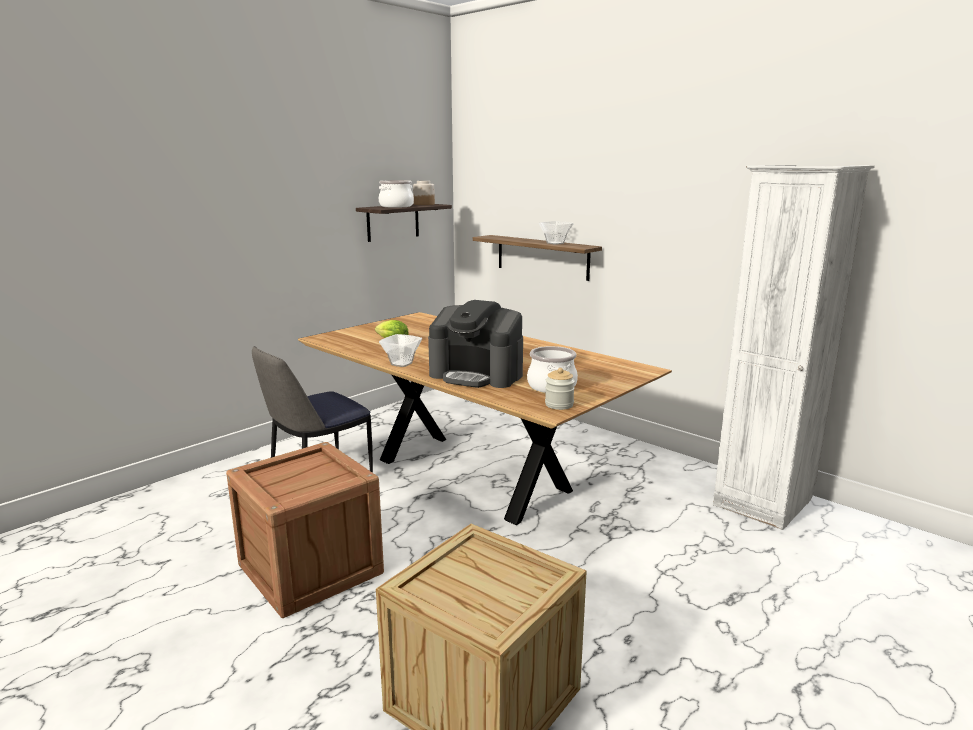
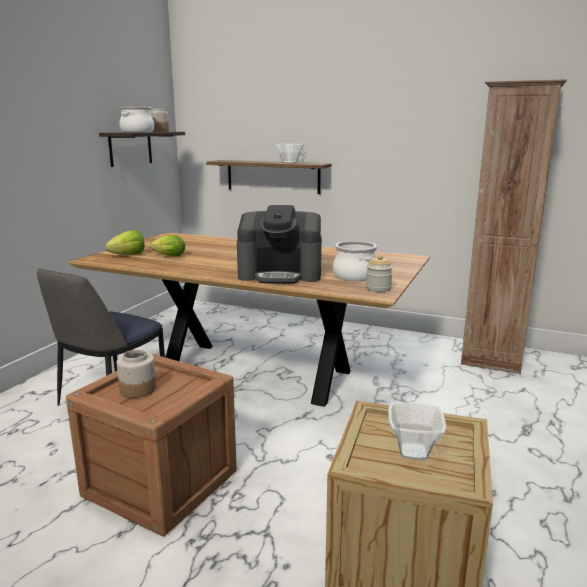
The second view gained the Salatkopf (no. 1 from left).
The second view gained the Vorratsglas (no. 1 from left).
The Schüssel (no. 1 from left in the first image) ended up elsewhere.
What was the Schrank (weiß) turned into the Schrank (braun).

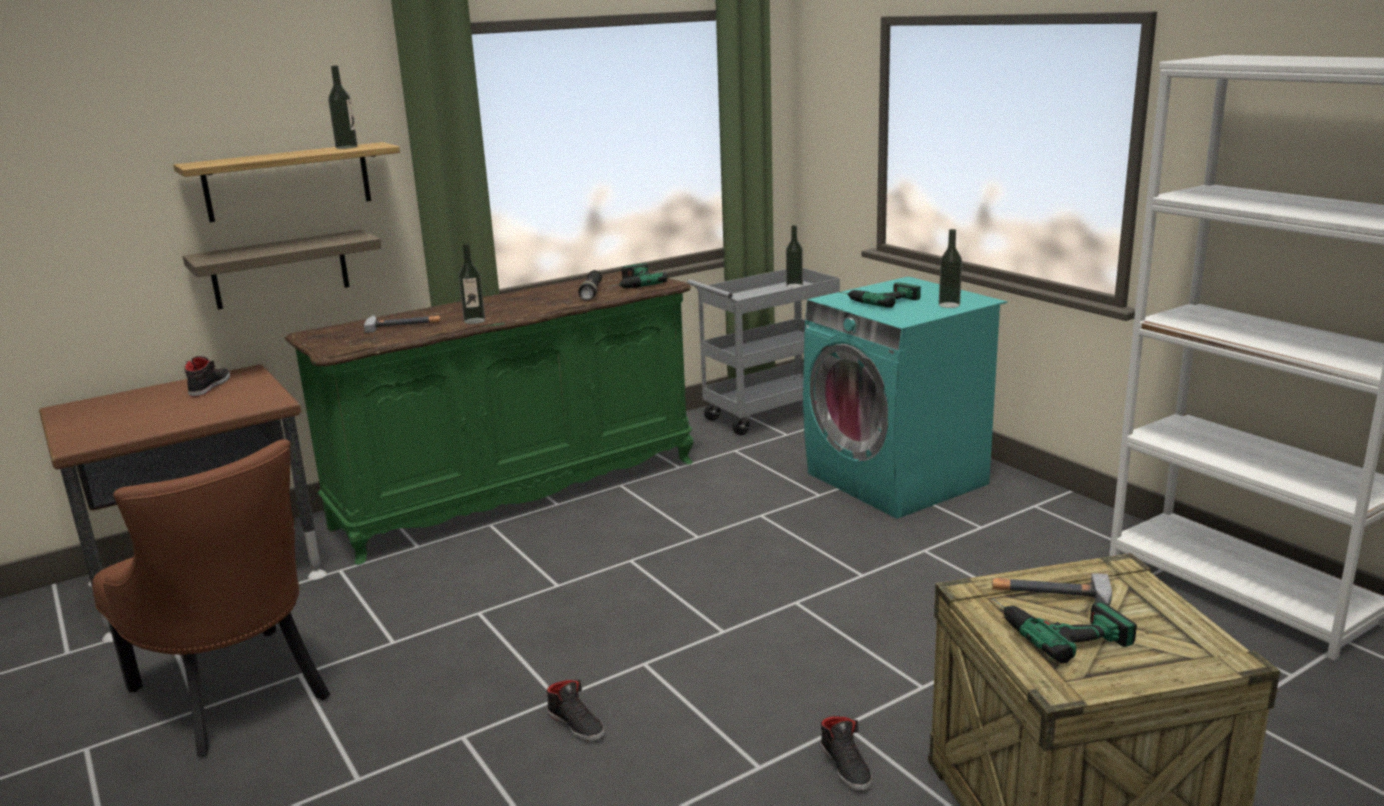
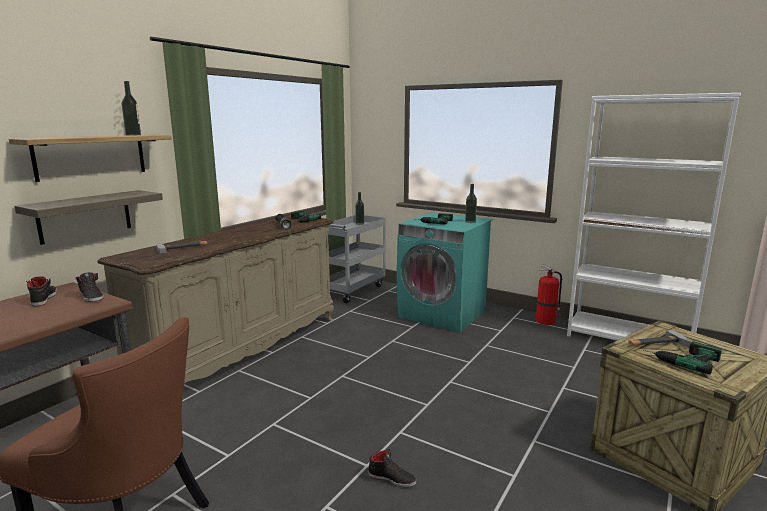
The Schuh (schwarz) (no. 3 from left in the first image) ended up elsewhere.
What was the Schrank (grün) turned into the Schrank (beige).
The second view gained the Feuerlöscher.
The second view lost the Flasche (no. 2 from left).

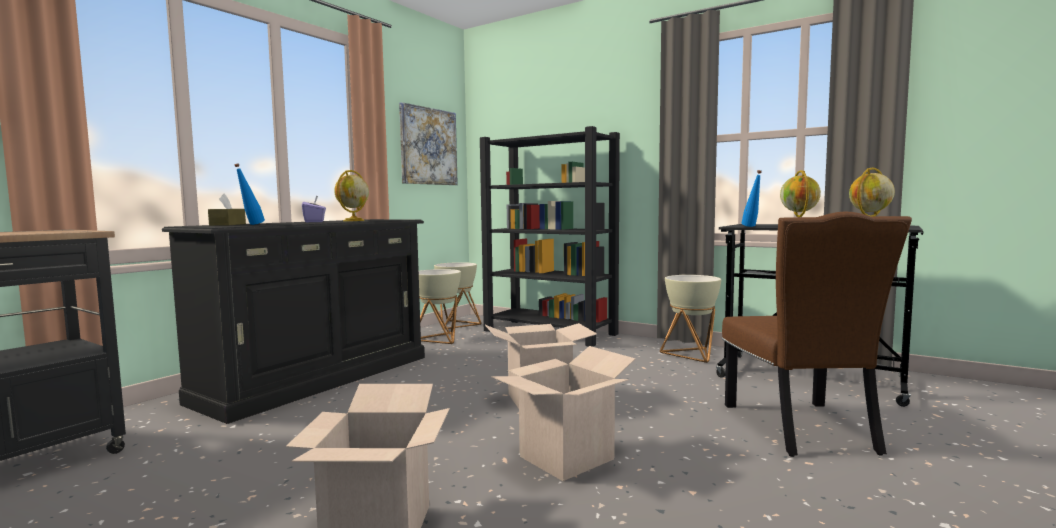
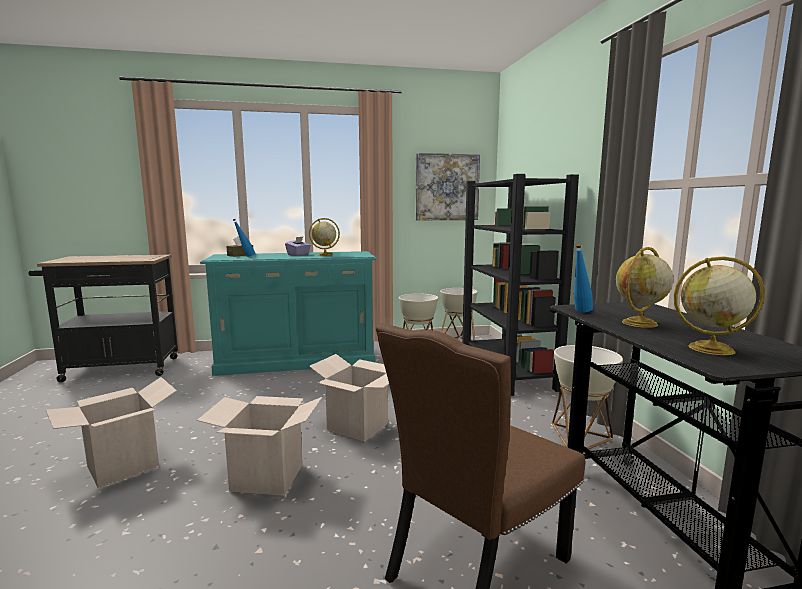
What was the Schrank (schwarz) turned into the Schrank (türkis).

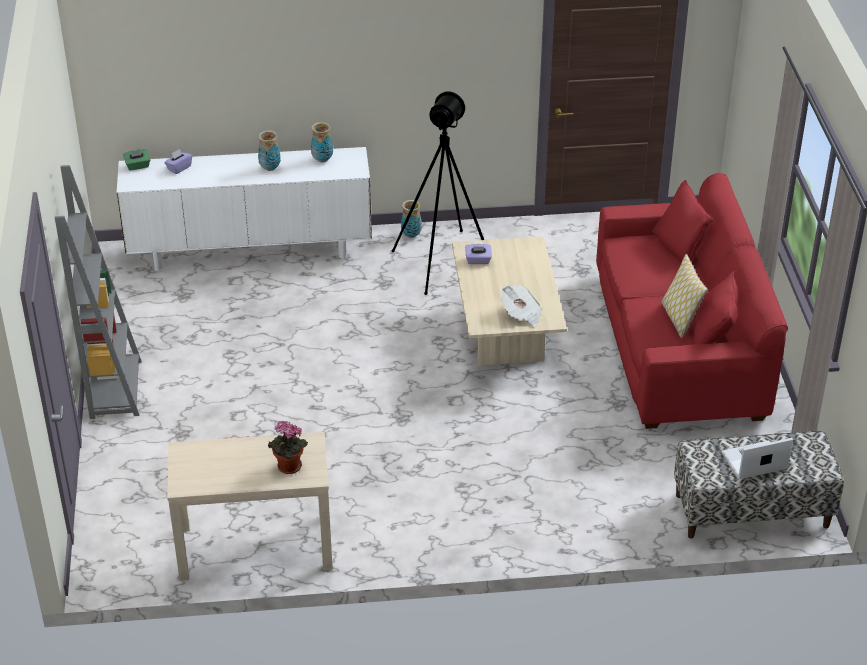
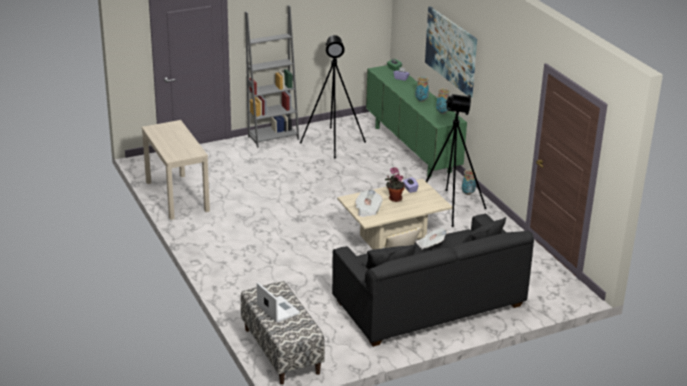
The second view gained the Stehlampe (schwarz) (no. 1 from left).
What was the Sofa (rot) turned into the Sofa (schwarz).
What was the Schrank (weiß) turned into the Schrank (grün).
The Topfpflanze ended up elsewhere.
The second view gained the Zeitung (no. 2 from left).
The second view gained the Bild.

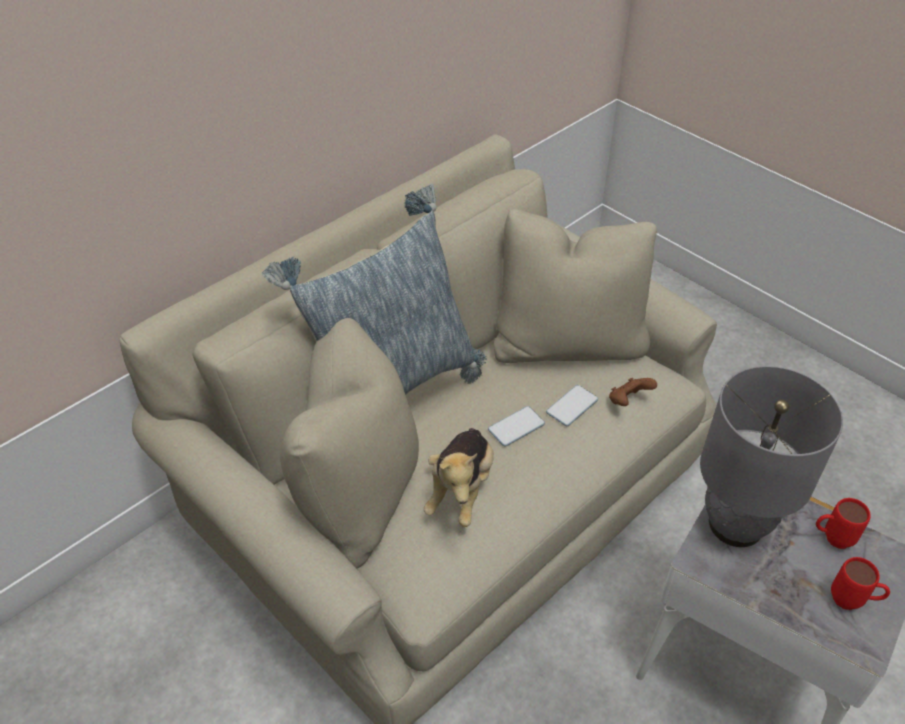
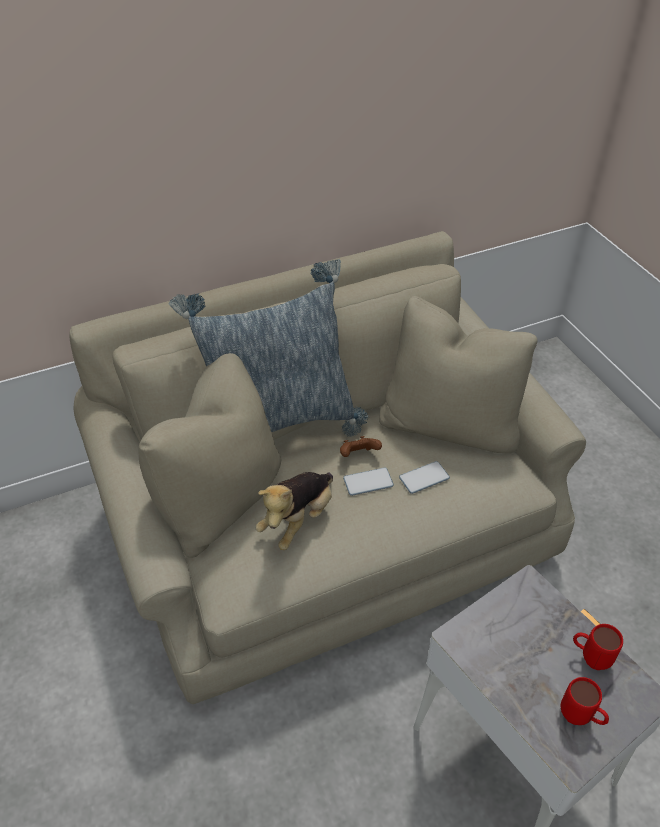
The Gamepad (braun) ended up elsewhere.
The second view lost the Tischlampe (grau).

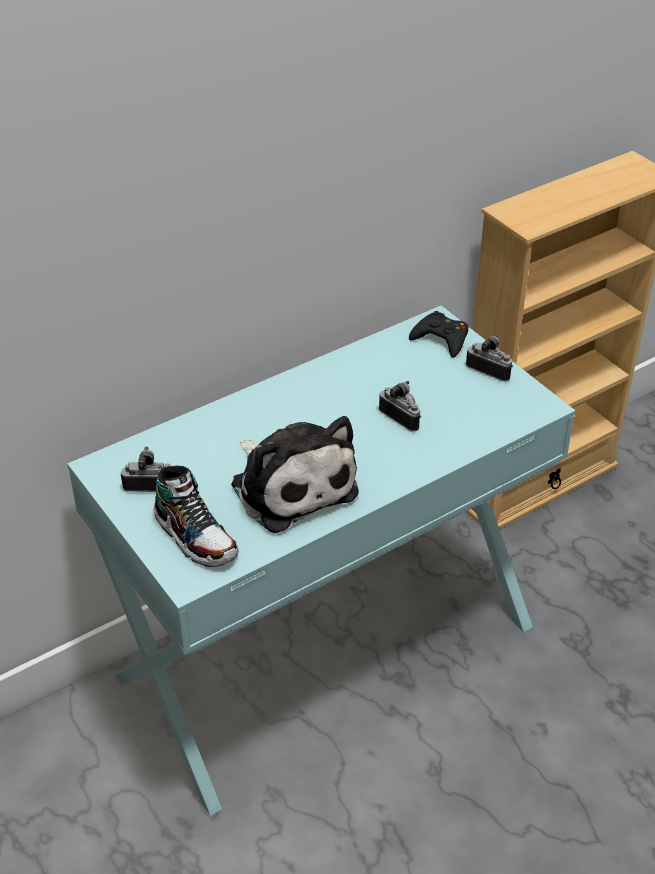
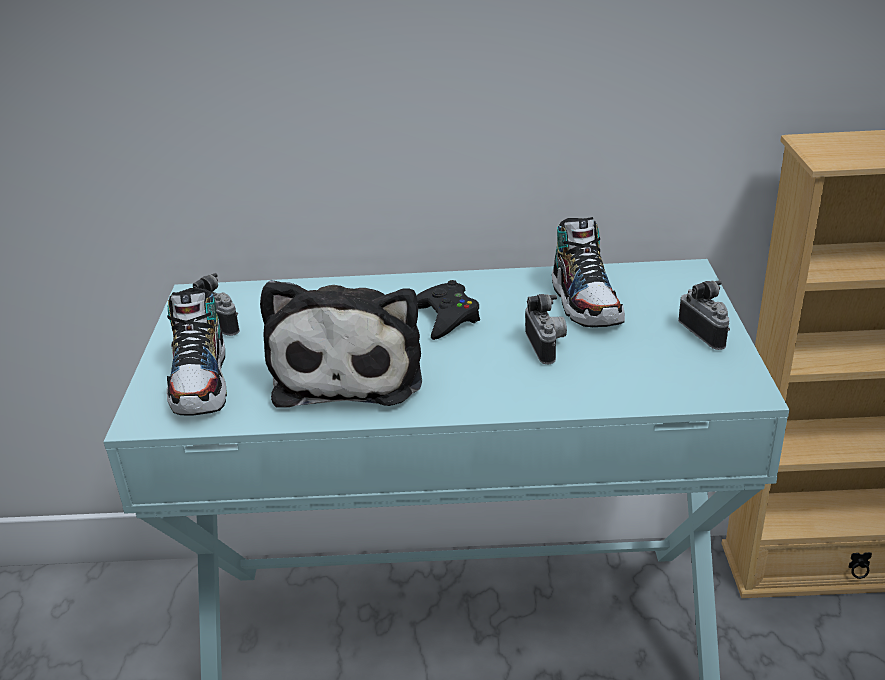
The Gamepad (schwarz) ended up elsewhere.
The second view gained the Schuh (no. 2 from left).

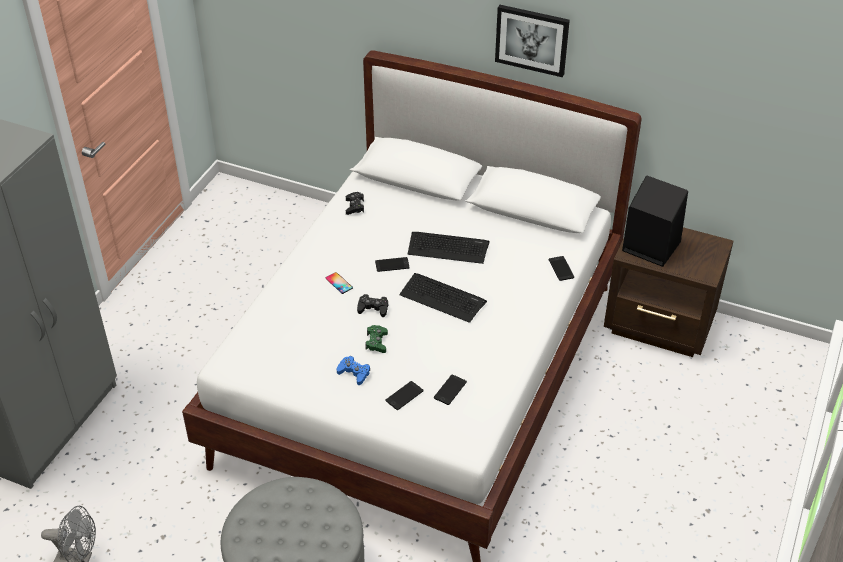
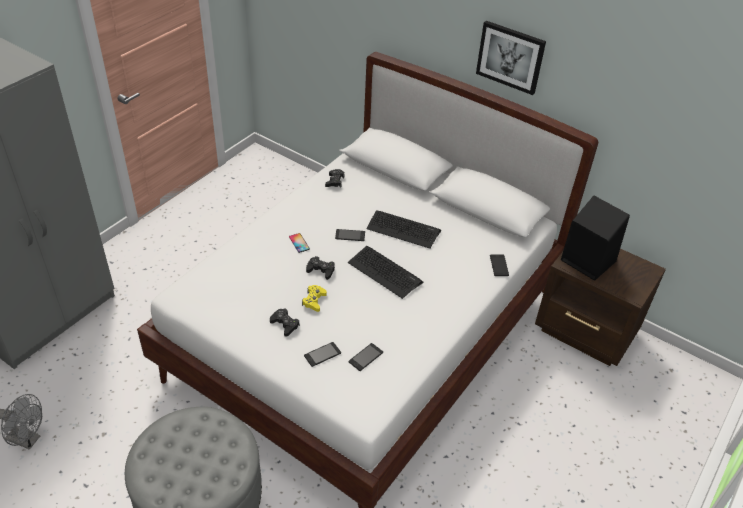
What was the Gamepad (blau) turned into the Gamepad (schwarz) (no. 1 from left).
What was the Gamepad (grün) turned into the Gamepad (gelb).

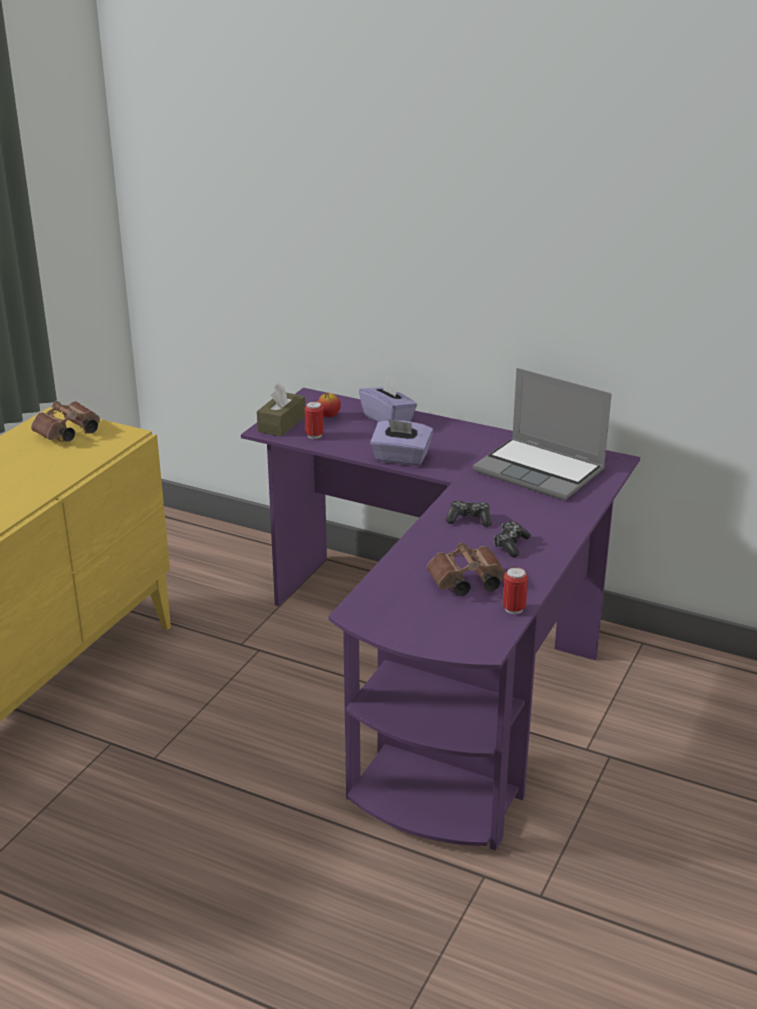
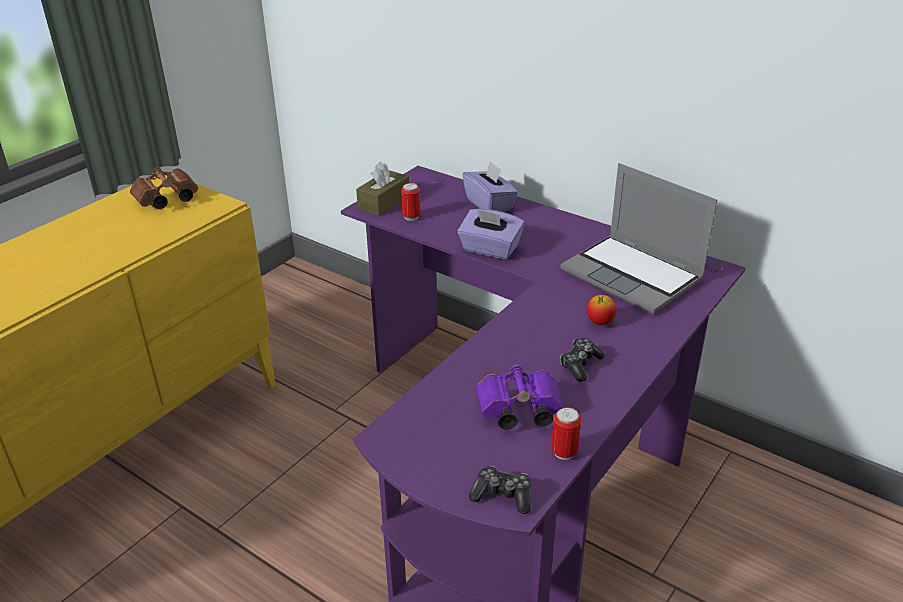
The Gamepad (no. 1 from left) ended up elsewhere.
What was the Fernglas (braun) (no. 2 from left) turned into the Fernglas (lila).
The Apfel ended up elsewhere.

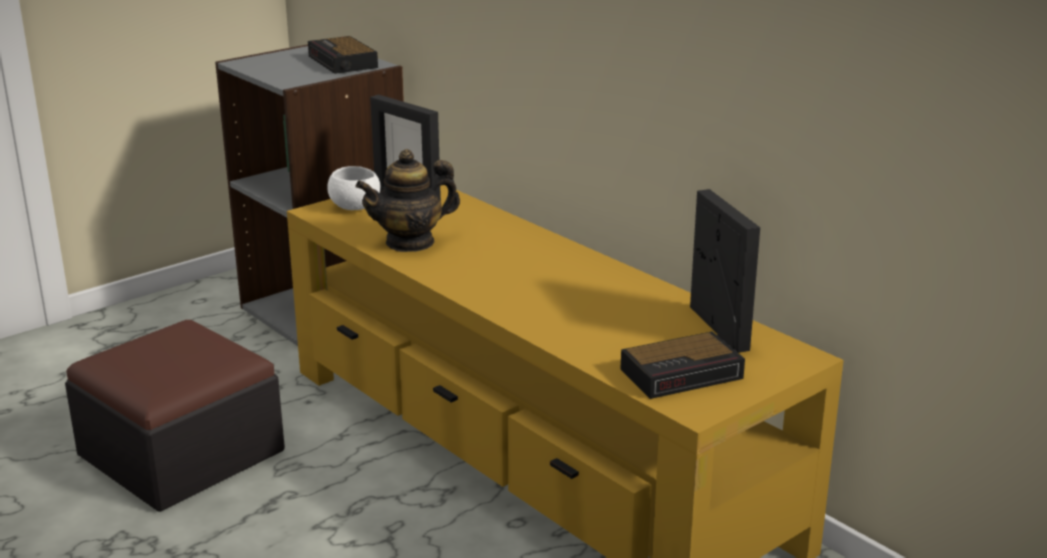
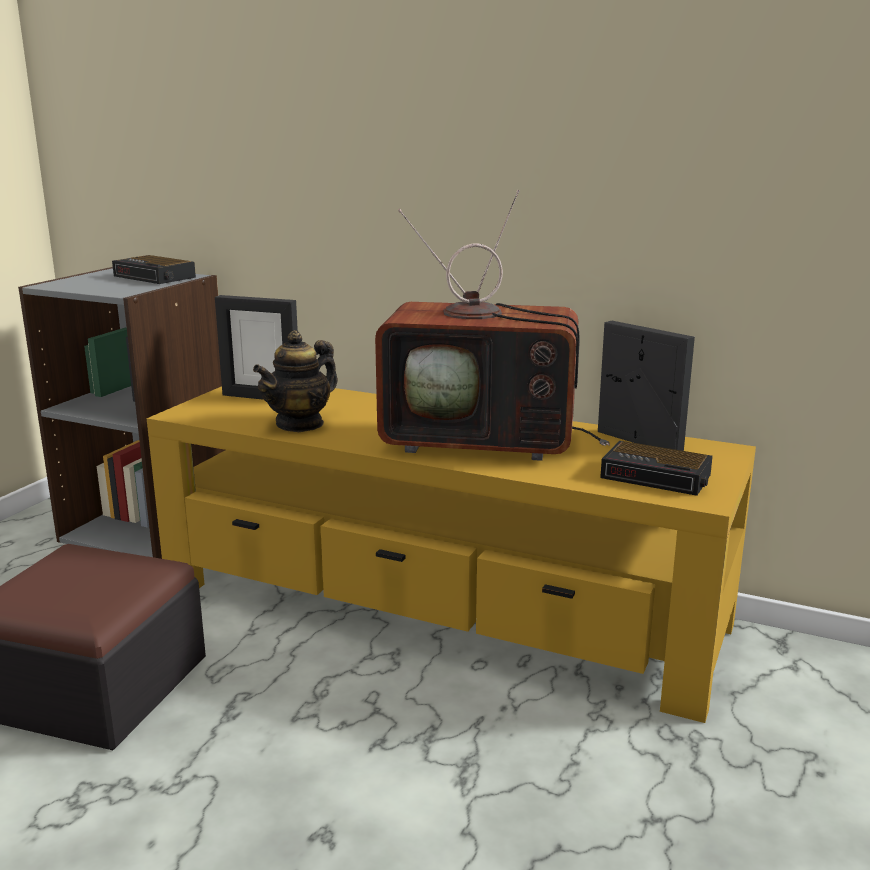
The second view gained the Fernseher.
The Wecker (no. 2 from left) ended up facing another way, 75 degrees clockwise from before.
The second view lost the Schüssel (weiß).

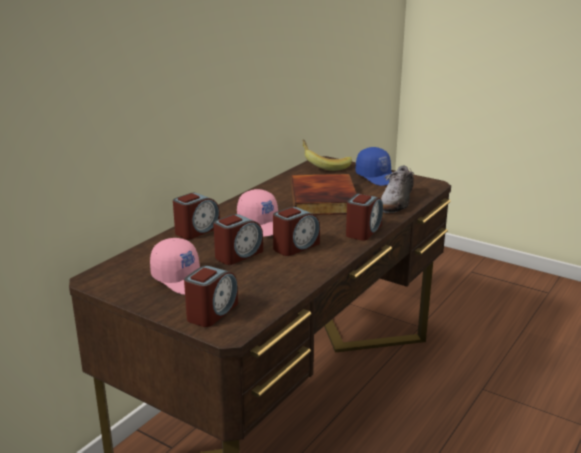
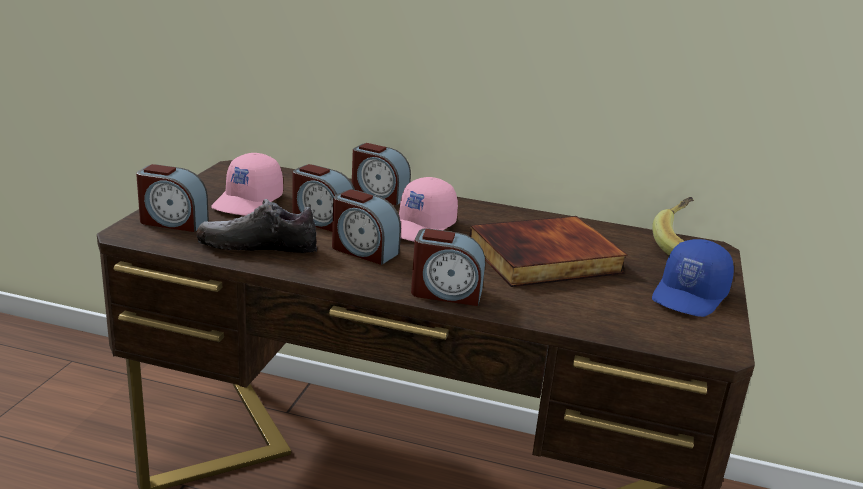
The Schuh ended up elsewhere.

